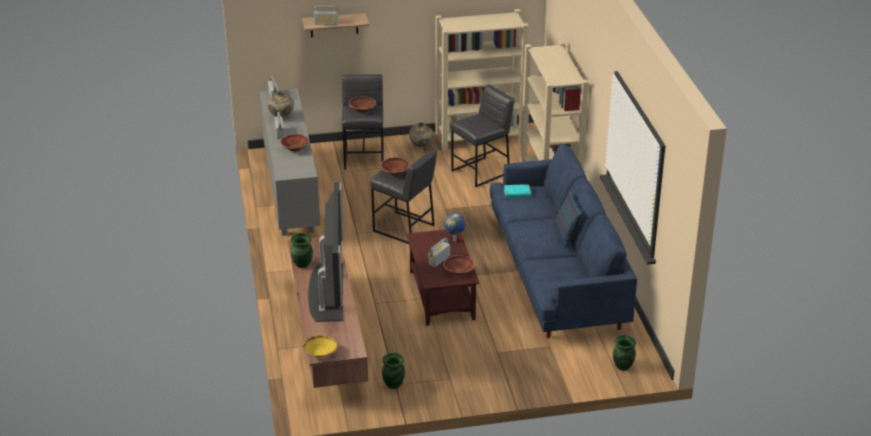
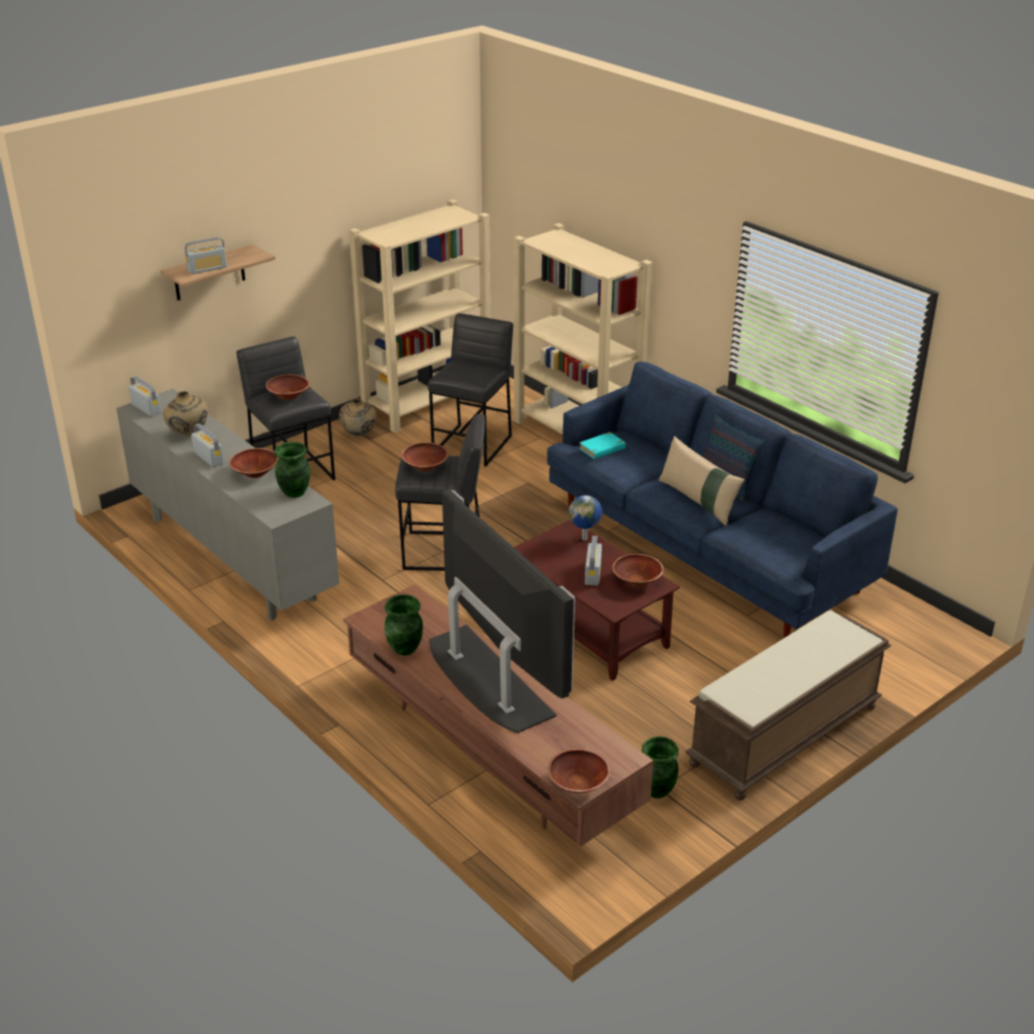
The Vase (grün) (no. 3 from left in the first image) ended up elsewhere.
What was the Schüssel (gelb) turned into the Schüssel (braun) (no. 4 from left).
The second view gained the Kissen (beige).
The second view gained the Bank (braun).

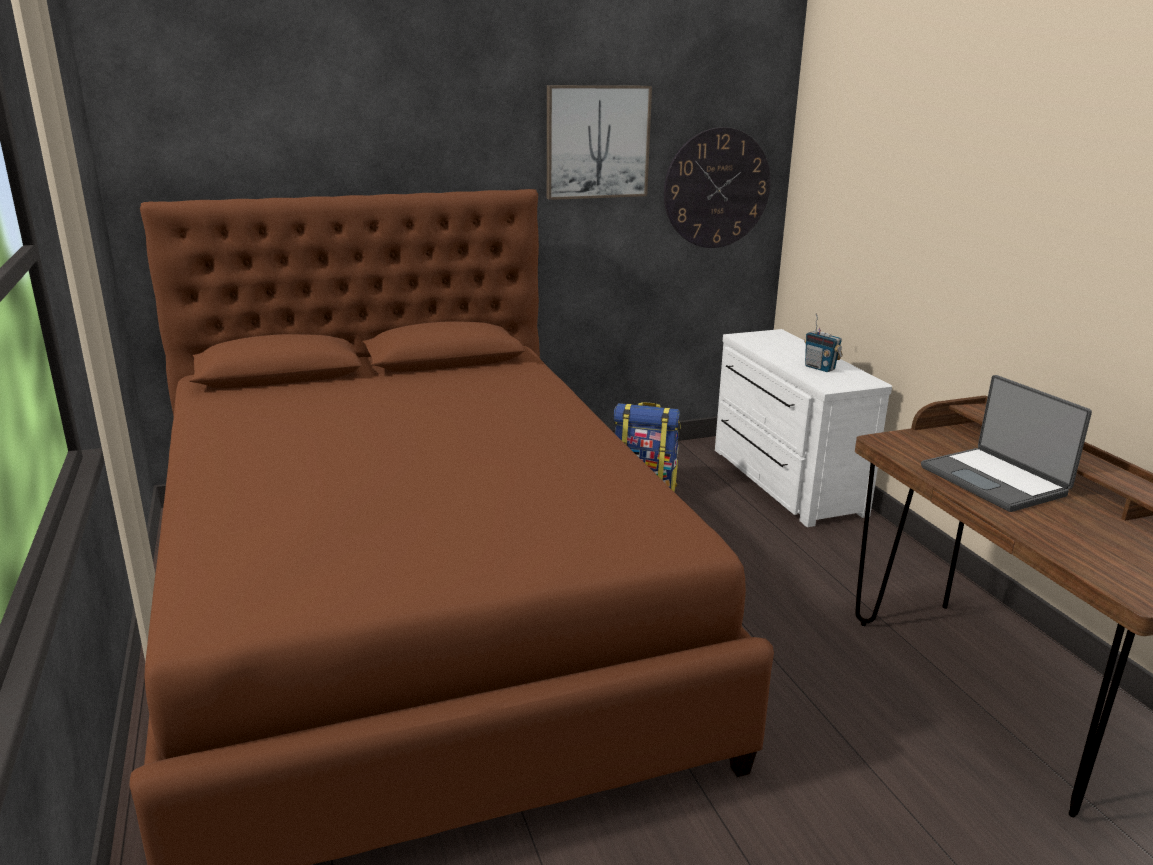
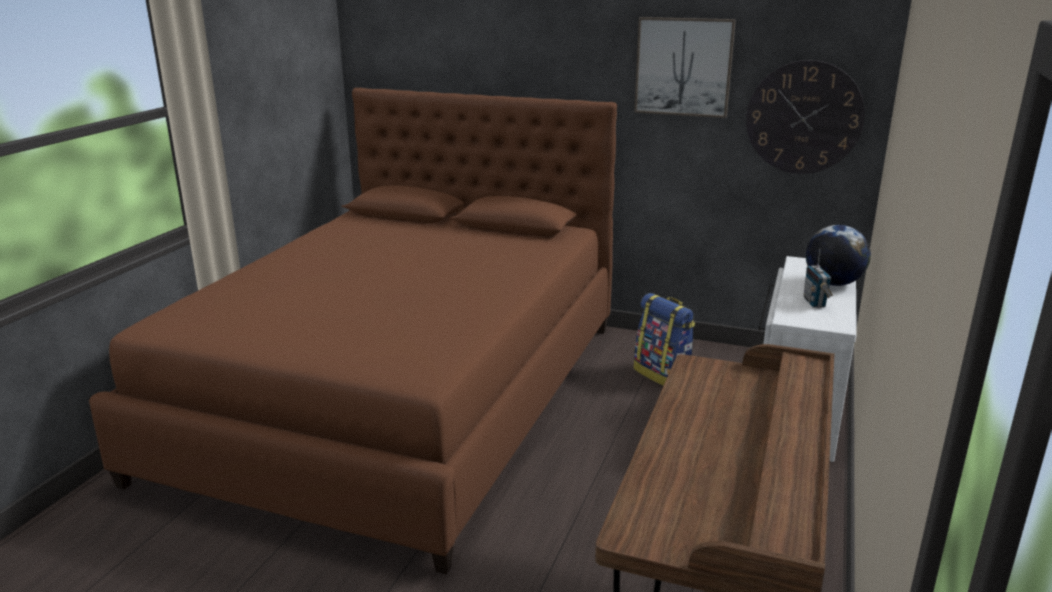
The second view gained the Globus.
The second view lost the Laptop.

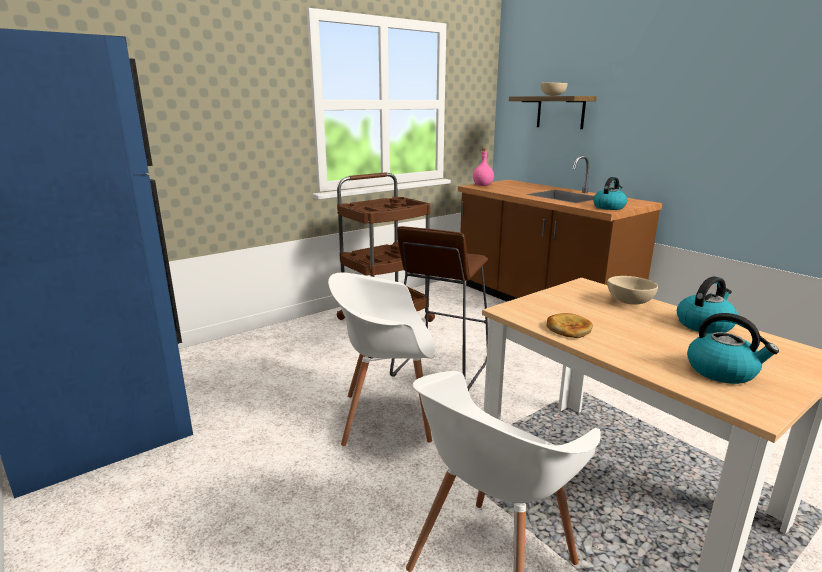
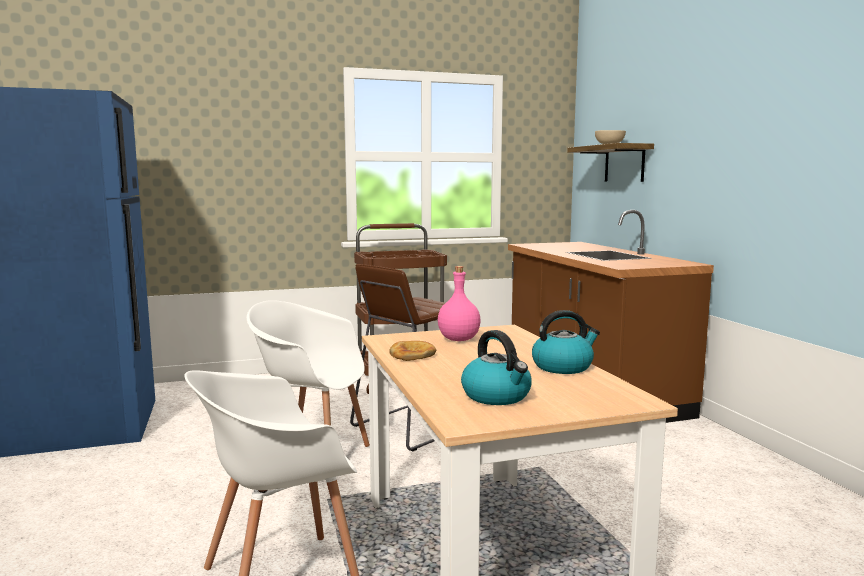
The Flasche (rosa) ended up elsewhere.
The second view lost the Wasserkessel (no. 1 from left).
The second view lost the Schüssel (beige) (no. 2 from left).

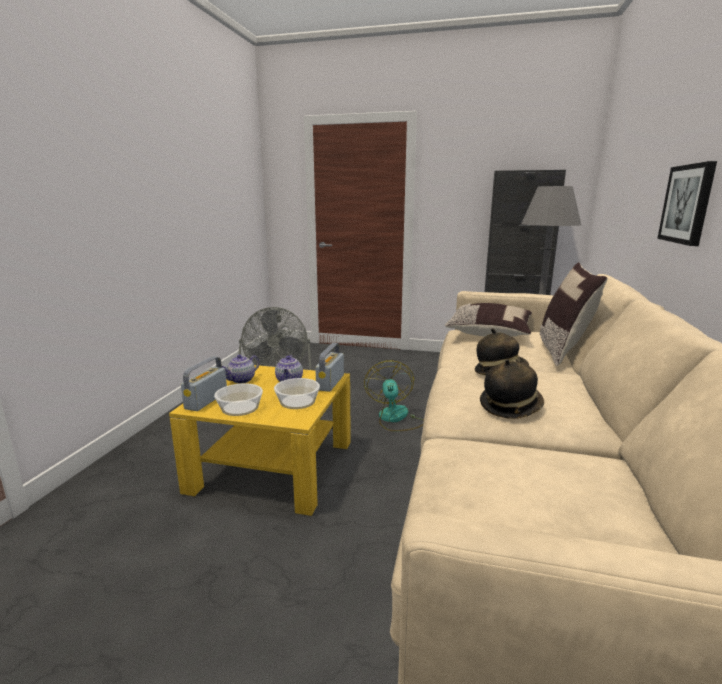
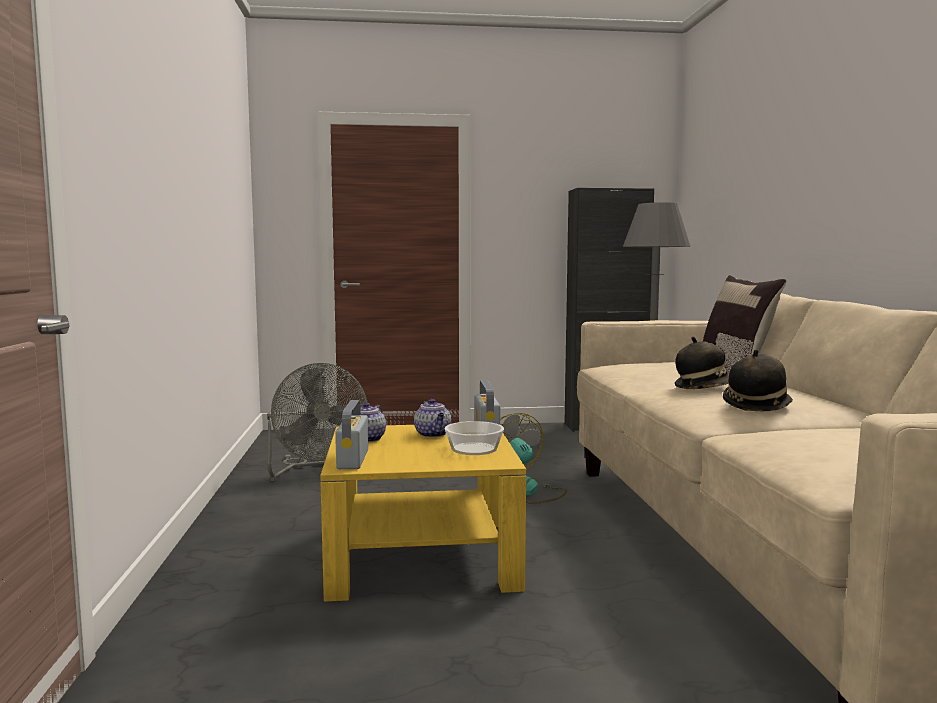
The second view lost the Schüssel (no. 1 from left).
The second view lost the Kissen (no. 1 from left).
The second view lost the Bild.

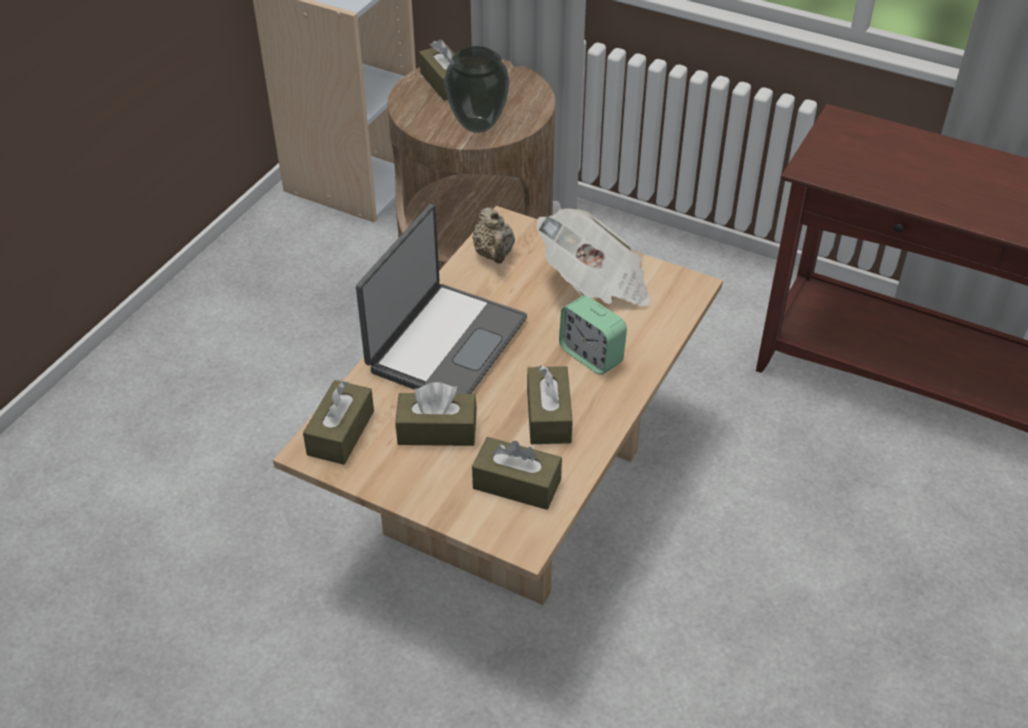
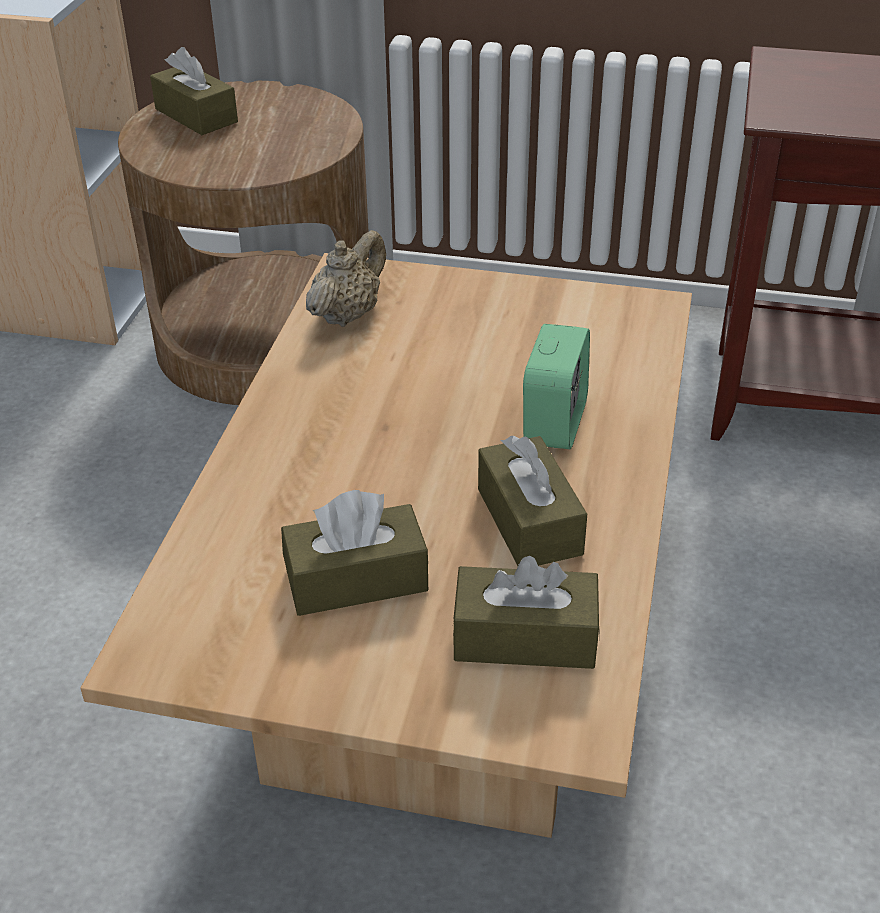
The Teekanne (beige) ended up facing another way, 120 degrees counterclockwise from before.
The Wecker ended up facing another way, 105 degrees counterclockwise from before.
The second view lost the Taschentuchbox (braun) (no. 1 from left).
The second view lost the Laptop.
The second view lost the Vase.
The second view lost the Zeitung.

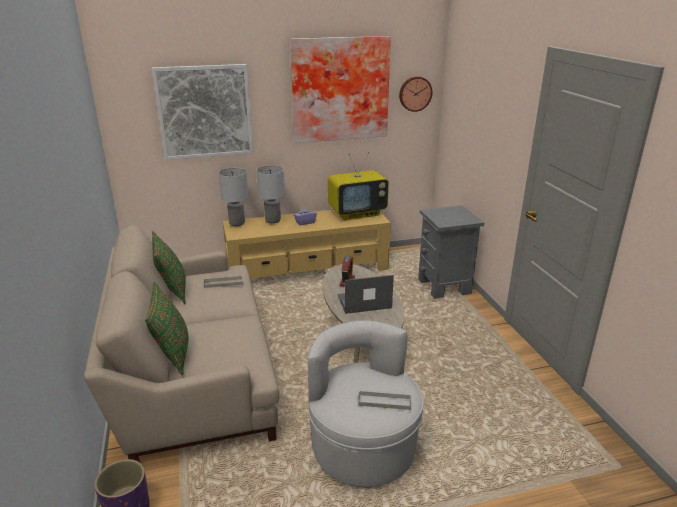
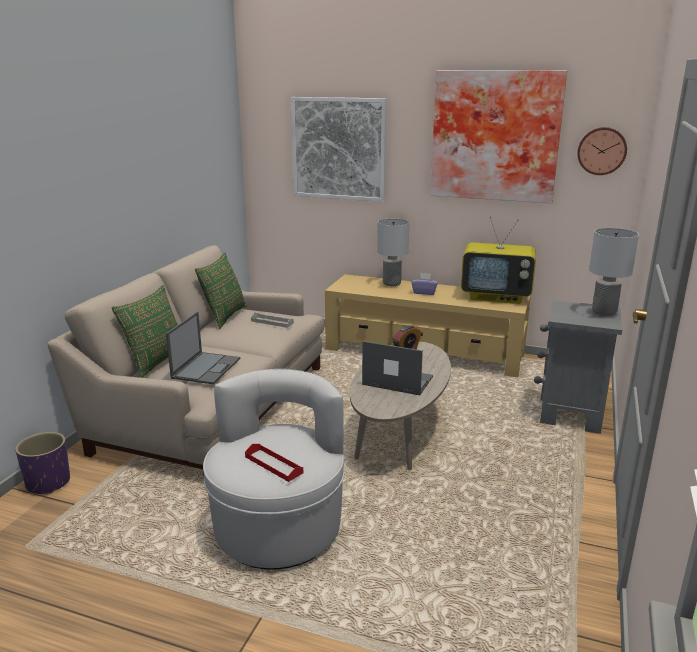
The second view gained the Laptop (no. 1 from left).
What was the Tablett (grau) (no. 2 from left) turned into the Tablett (rot).
The Tischlampe (grau) (no. 1 from left in the first image) ended up elsewhere.

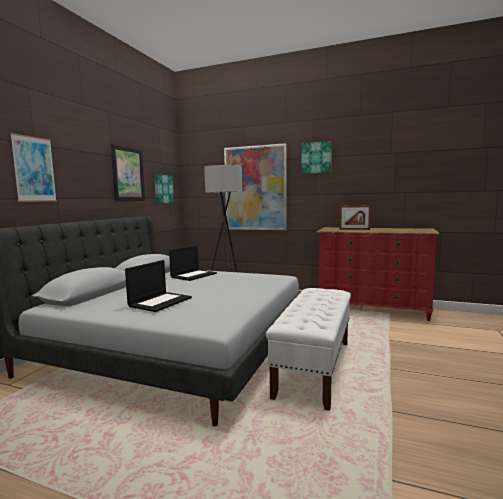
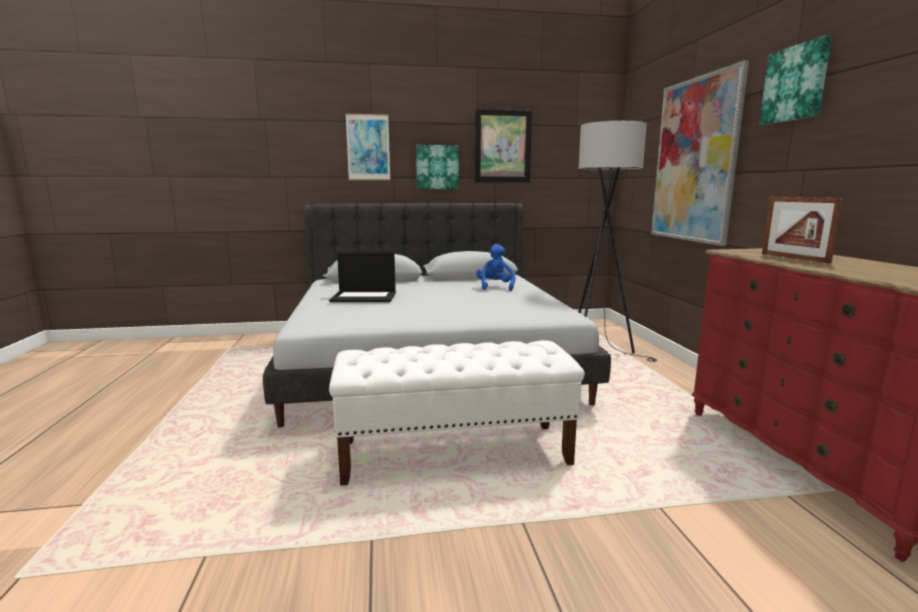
The Bild (no. 3 from left in the first image) ended up elsewhere.
Where the Laptop (no. 2 from left) stood, the Plüschtier (blau) came to stand.

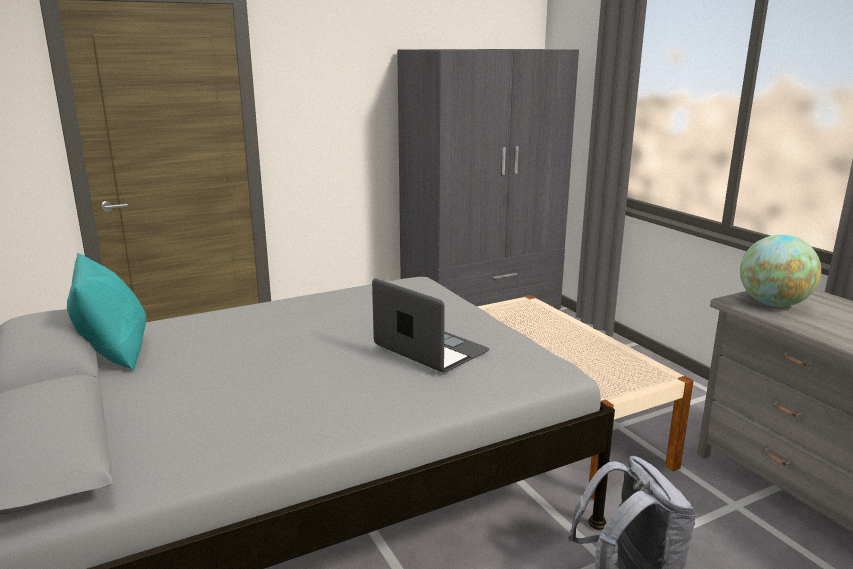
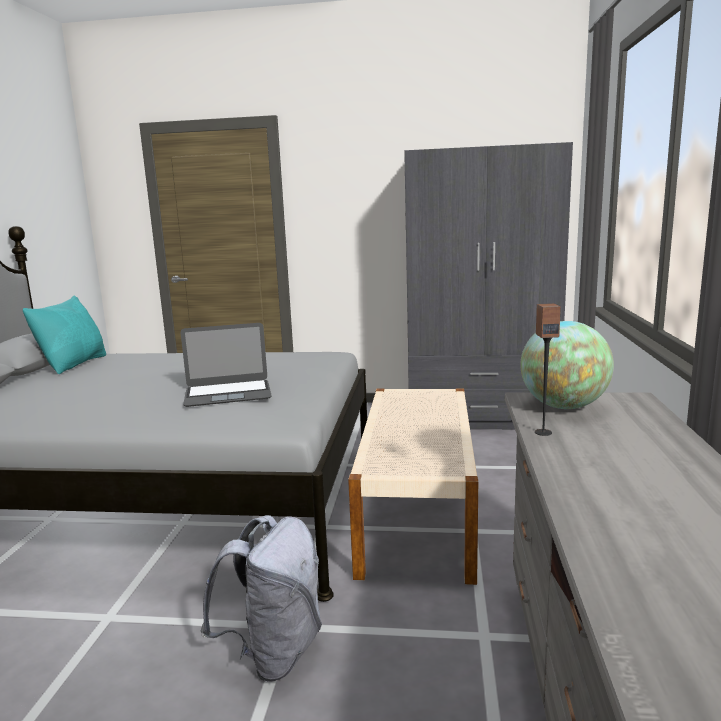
The Laptop ended up facing another way, 90 degrees clockwise from before.
The second view gained the Lautsprecher.

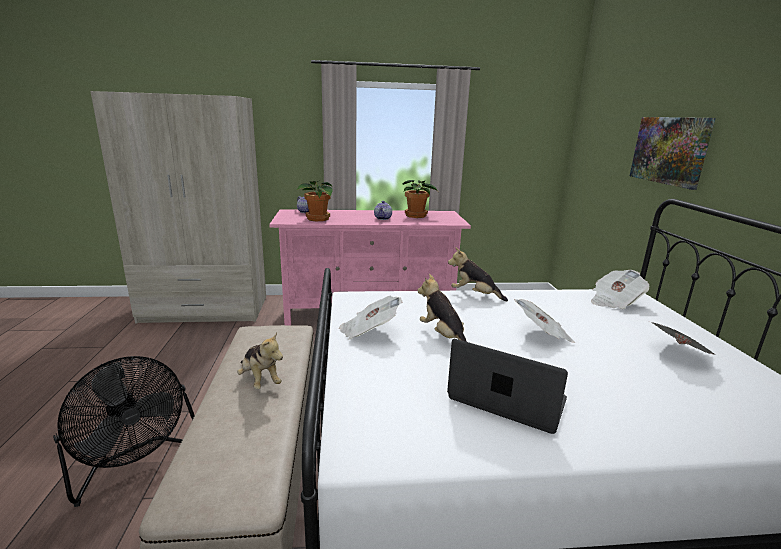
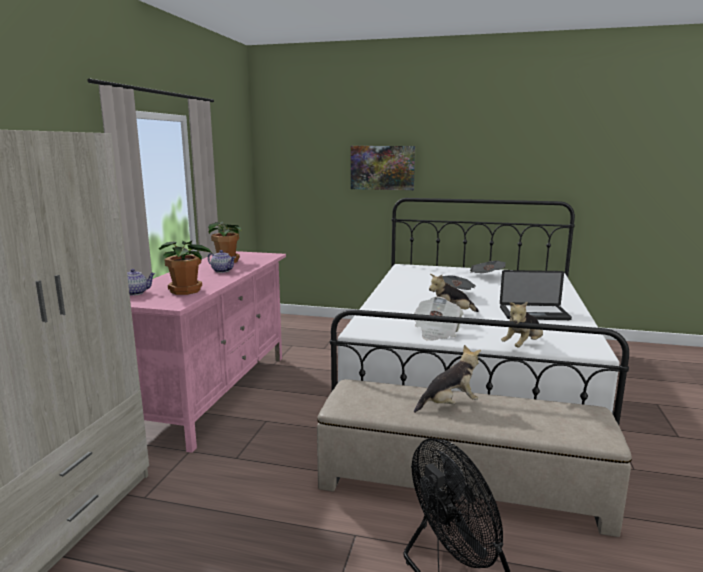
The Laptop ended up facing another way, 135 degrees counterclockwise from before.
The Plüschtier (no. 3 from left) ended up elsewhere.
The second view lost the Zeitung (no. 3 from left).

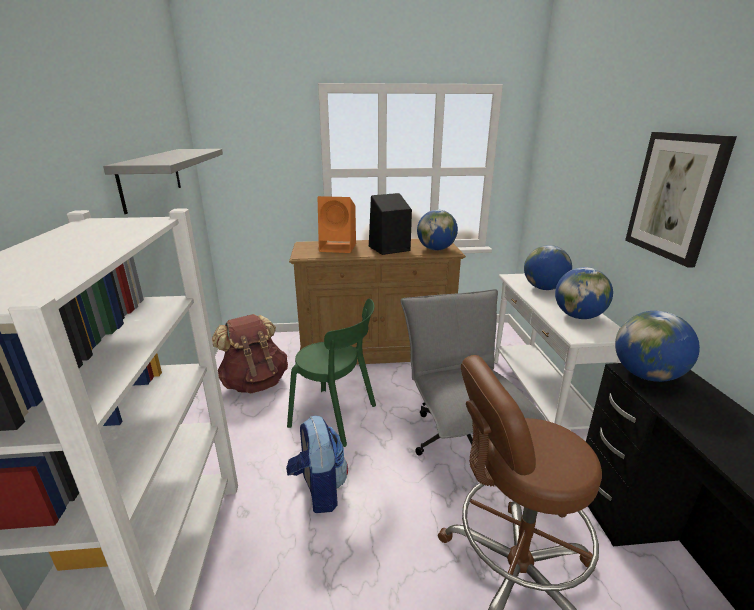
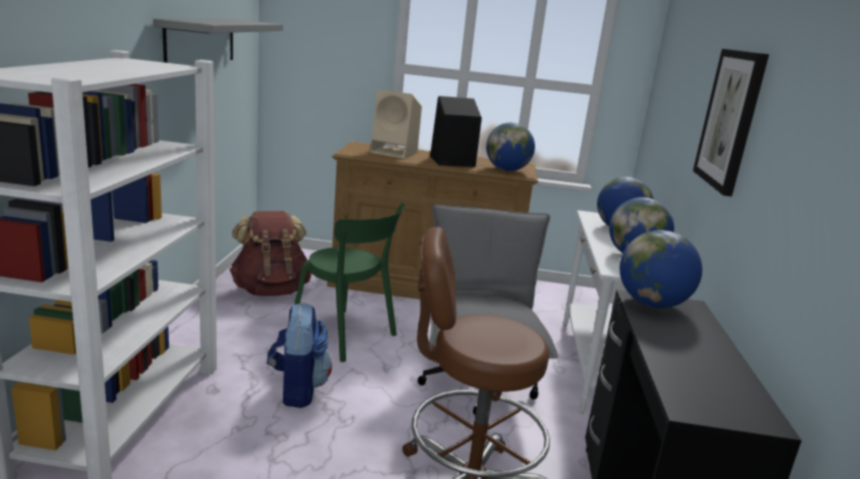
What was the Lautsprecher (orange) turned into the Lautsprecher (beige).

